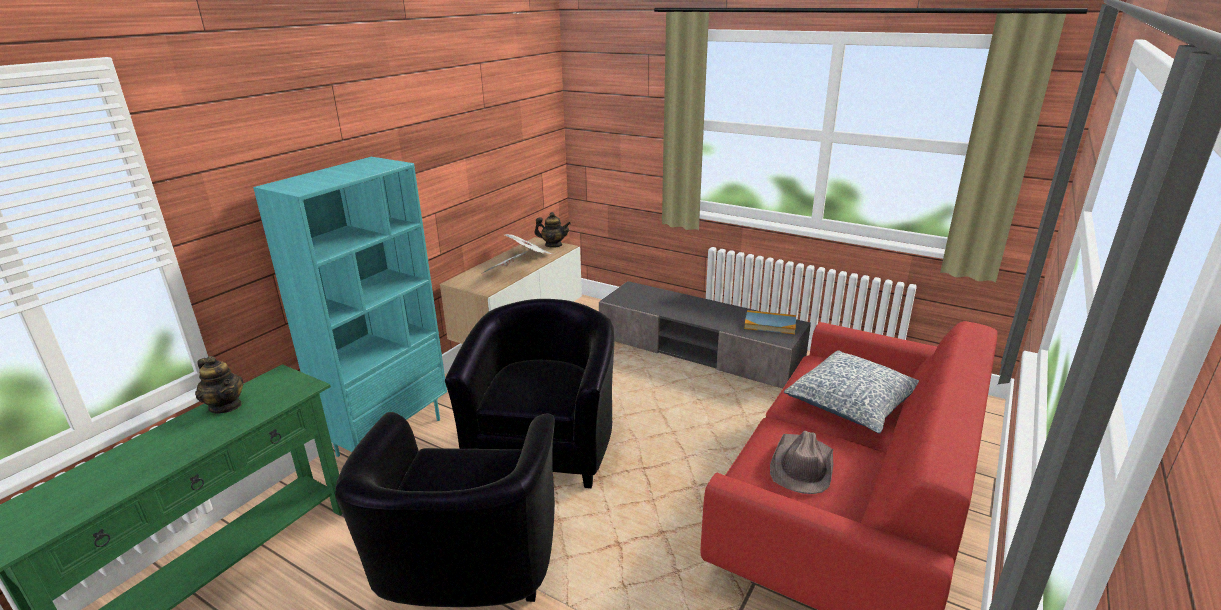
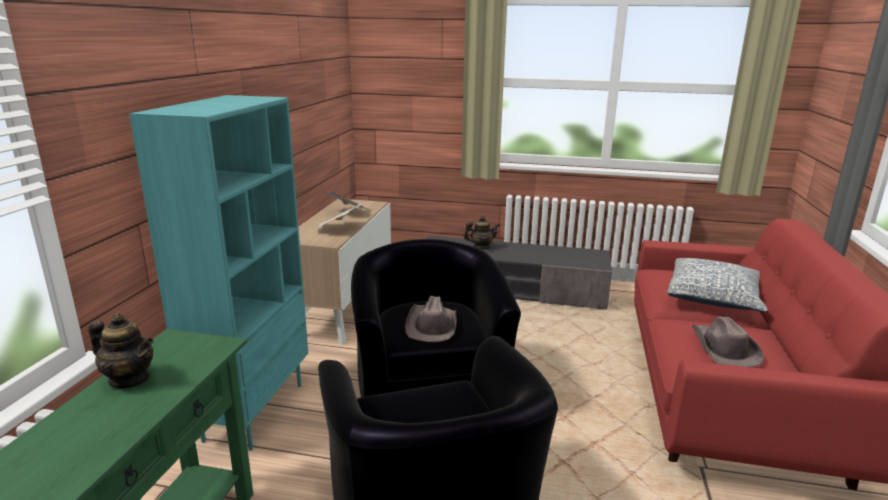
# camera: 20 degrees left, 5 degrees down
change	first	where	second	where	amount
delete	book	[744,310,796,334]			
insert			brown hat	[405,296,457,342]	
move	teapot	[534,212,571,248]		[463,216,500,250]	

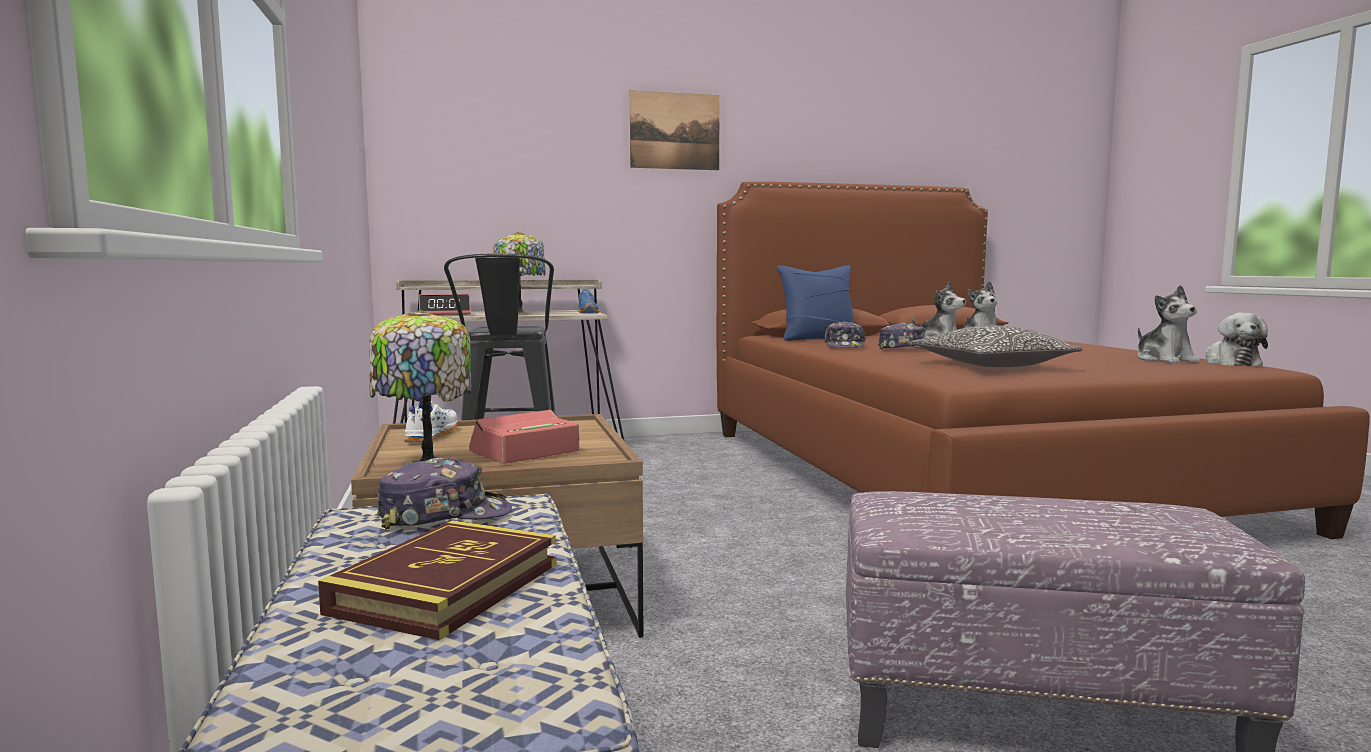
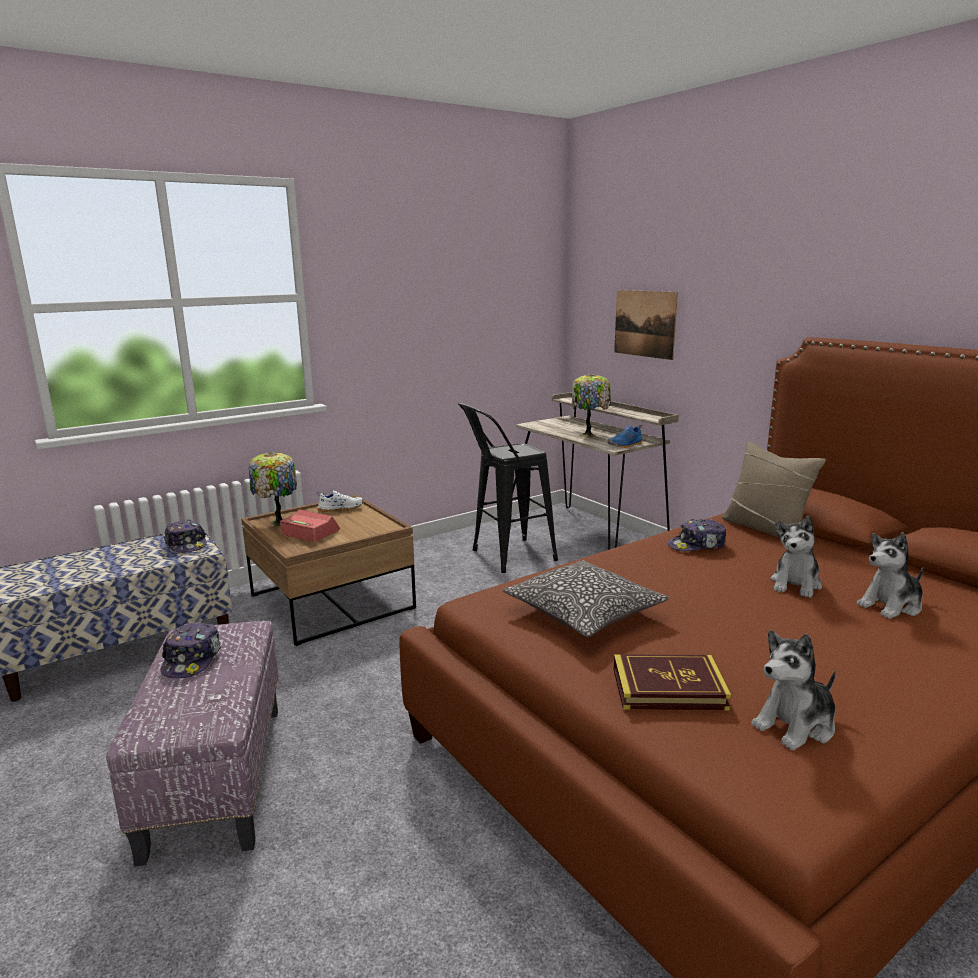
# camera: 70 degrees right, 10 degrees up
change	first	where	second	where	amount
delete	alarm clock	[419,294,471,315]			
delete	plush toy	[1206,313,1268,366]			
move	book	[318,520,556,640]		[613,654,731,711]	
move	picture	[630,90,720,170]		[614,290,678,360]	
move	cap	[878,322,926,350]		[161,623,221,678]	
recolor	blue pillow	[777,265,854,341]	beige pillow	[722,441,826,538]	

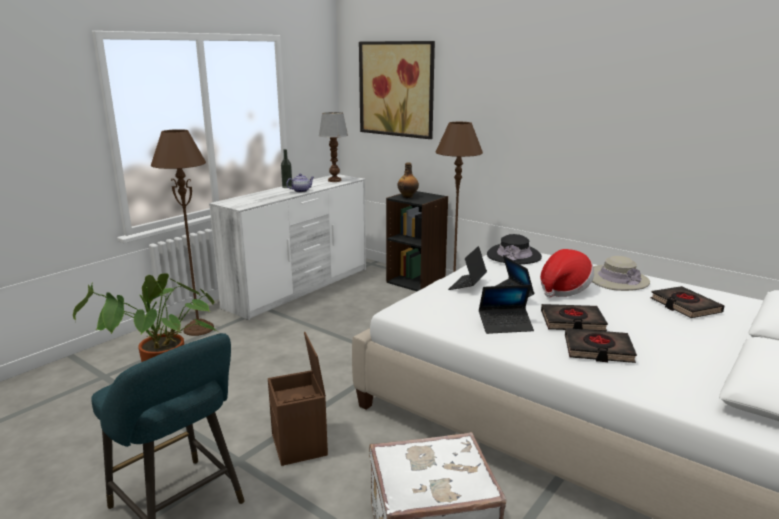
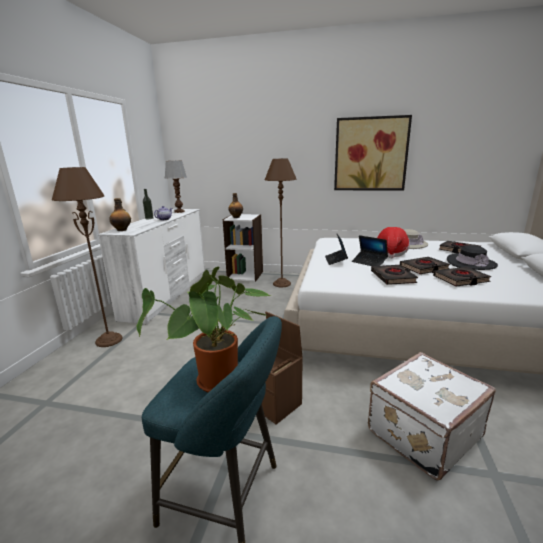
# camera: 25 degrees left, 0 degrees up
change	first	where	second	where	amount
insert			bottle	[109,198,131,231]	
move	picture	[359,41,435,139]		[334,115,412,190]	
move	black hat	[487,234,542,264]		[447,245,498,270]	
replace	laptop	[479,285,534,334]	black book	[371,265,418,285]	
recolor	black bookcase	[386,191,448,291]	white bookcase	[223,214,263,282]	

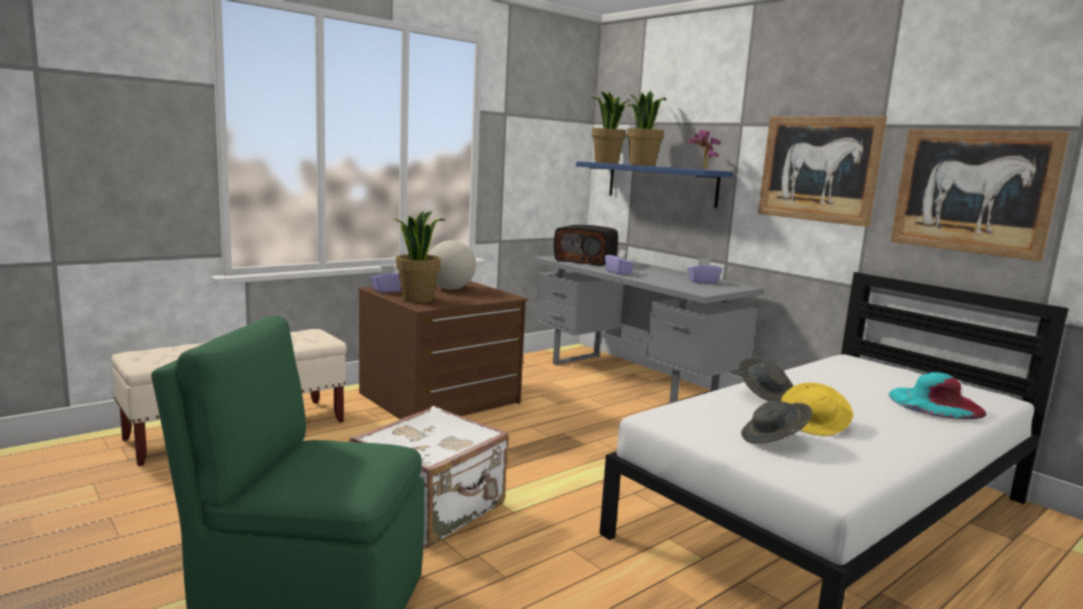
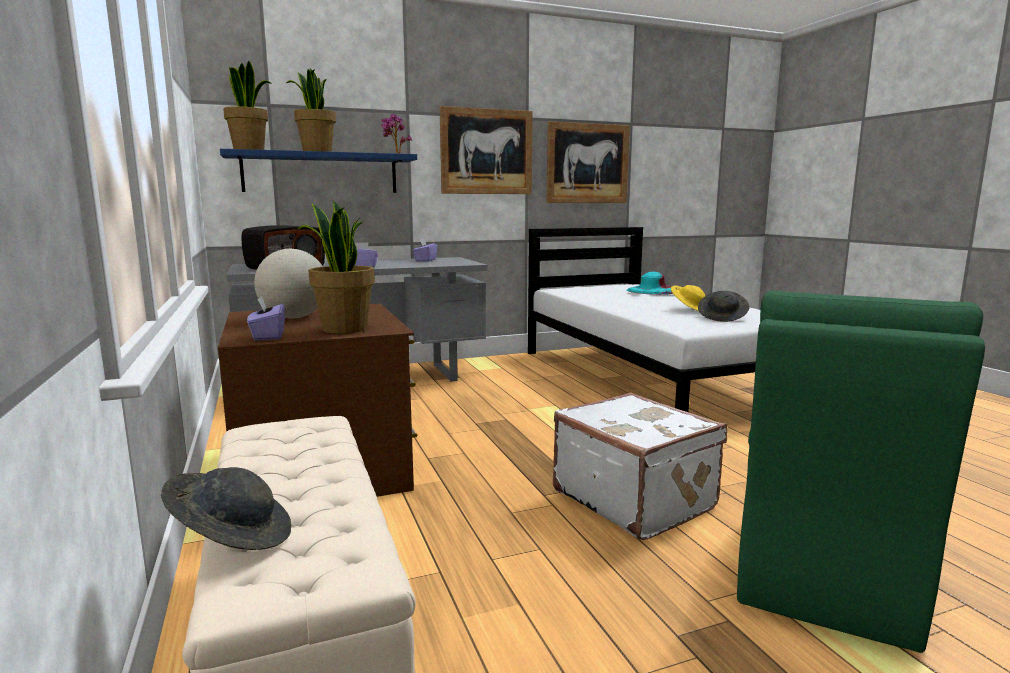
# camera: 70 degrees left, 0 degrees up
change	first	where	second	where	amount
move	grey hat	[739,358,793,402]		[161,467,291,550]	

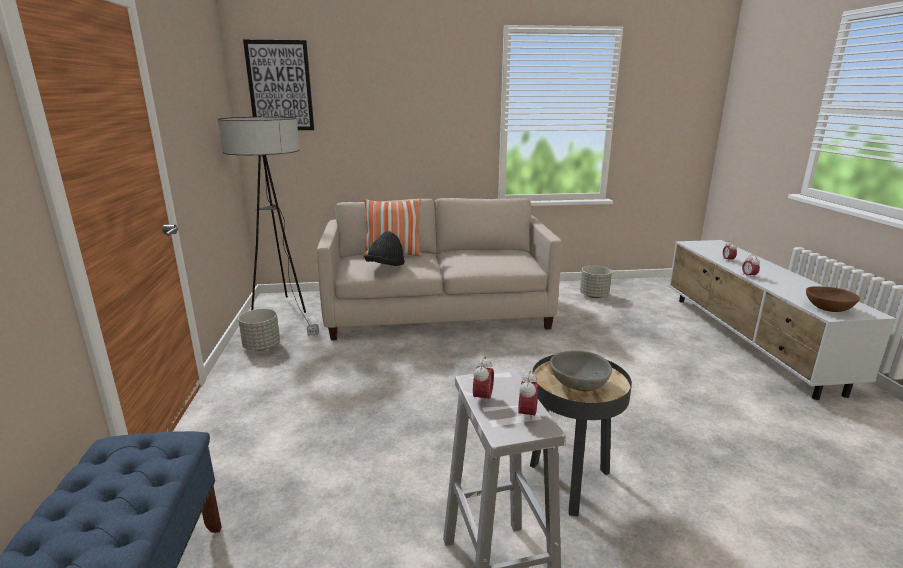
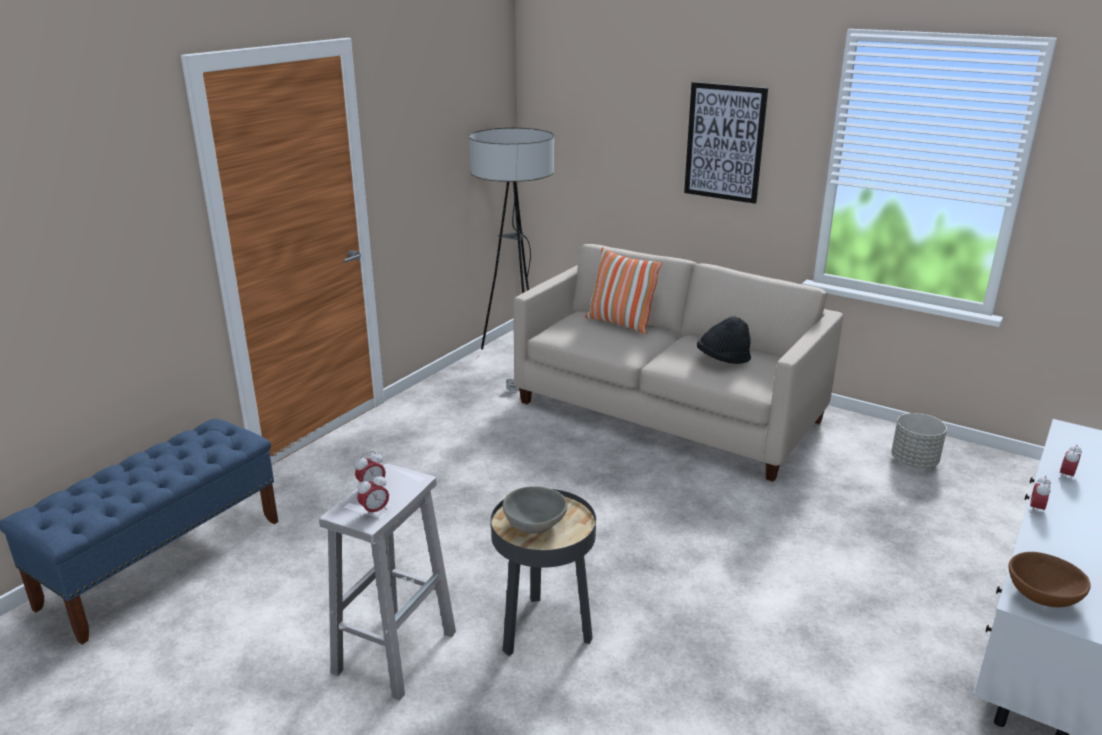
# camera: 40 degrees right, 5 degrees up
change	first	where	second	where	amount
delete	grey planter	[238,309,280,351]			
move	picture	[243,40,314,130]		[684,82,768,204]	
move	black hat	[365,231,405,266]		[697,316,751,364]	

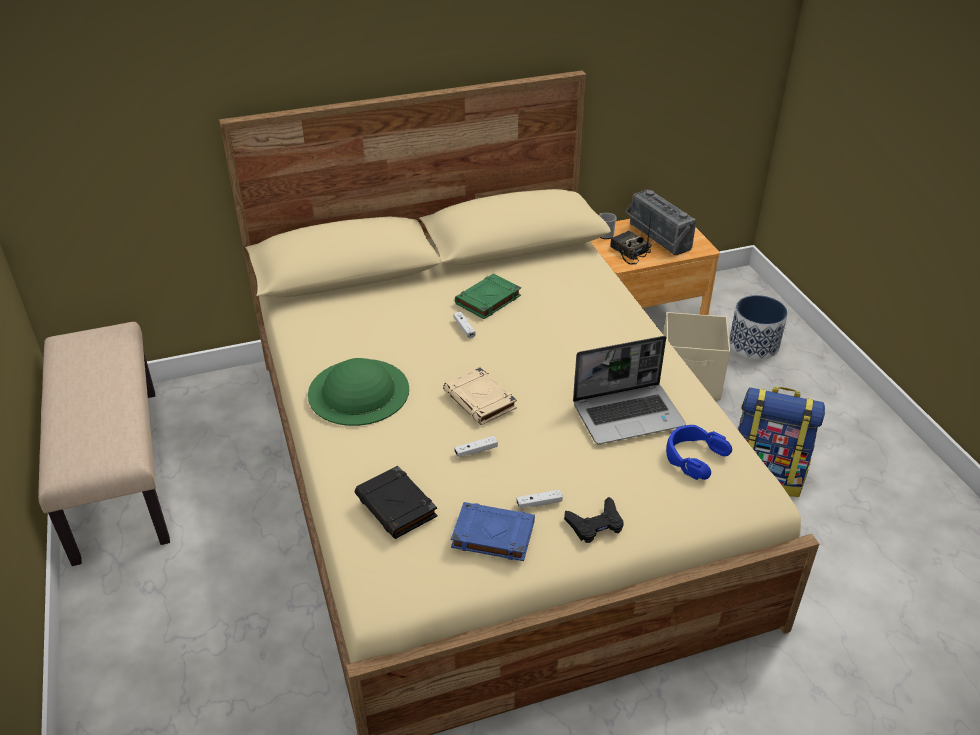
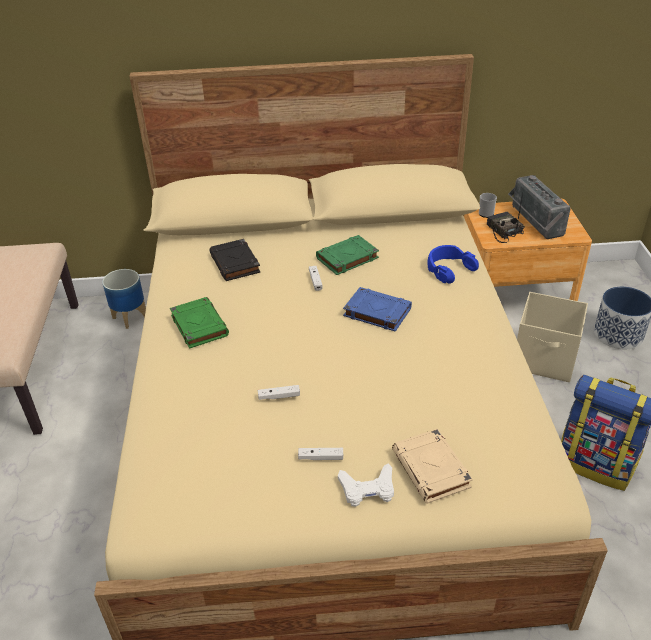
# camera: 15 degrees right, 0 degrees up
change	first	where	second	where	amount
delete	laptop	[573,336,686,444]			
insert			planter	[102,269,146,329]	
move	black book	[355,466,437,539]		[209,239,261,281]	
move	beige book	[443,367,517,425]		[392,429,473,504]	
move	blue book	[451,502,535,561]		[343,287,412,332]	
move	blue headphones	[666,425,732,480]		[427,245,479,284]	
replace	green hat	[308,358,409,426]	green book	[170,297,229,349]	
recolor	black game controller	[564,497,624,543]	white game controller	[338,463,394,507]	

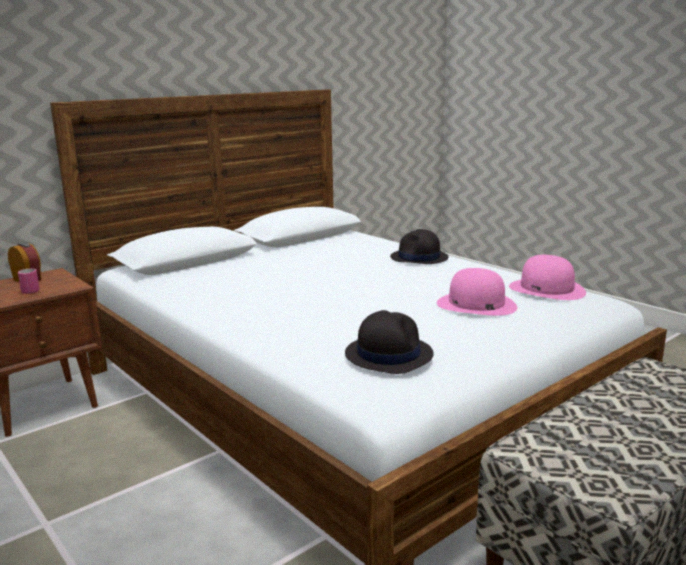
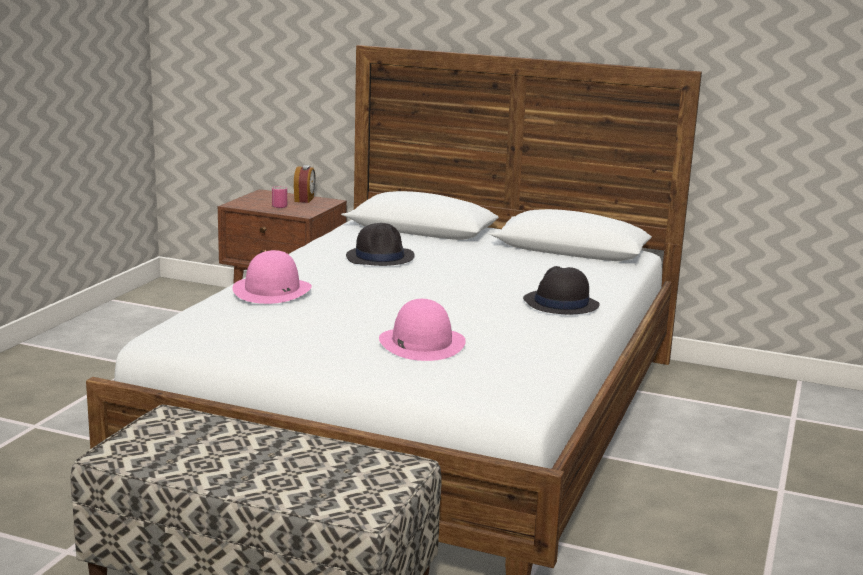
# camera: 60 degrees right, 0 degrees up
change	first	where	second	where	amount
move	black hat	[345,310,434,374]		[346,223,414,266]	
move	pink hat	[509,255,586,300]		[233,250,312,304]	

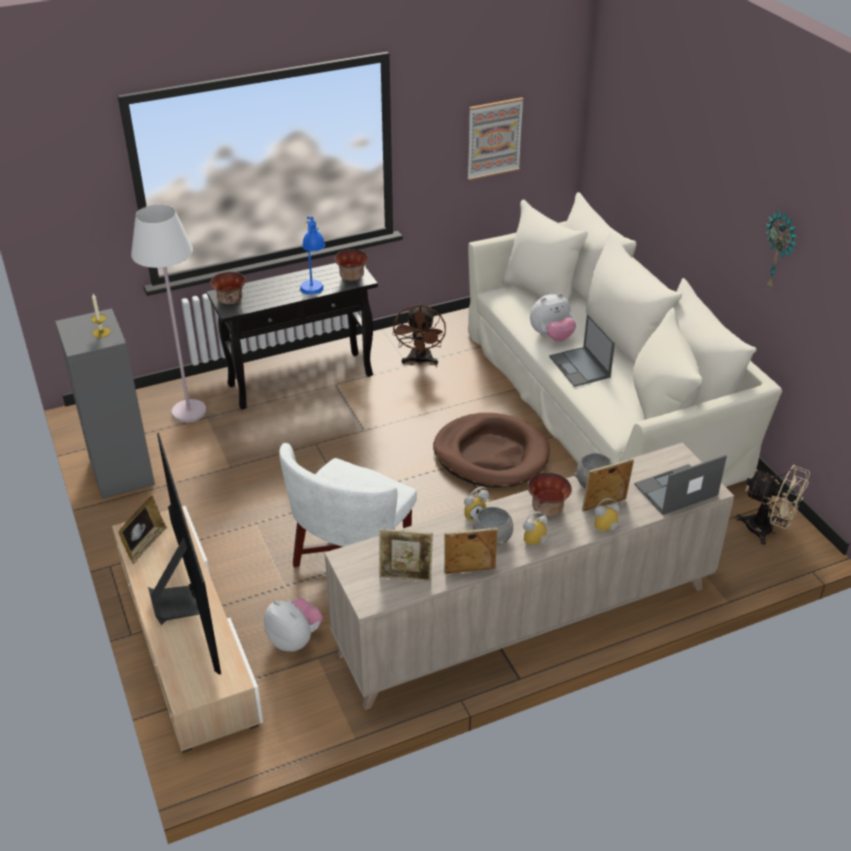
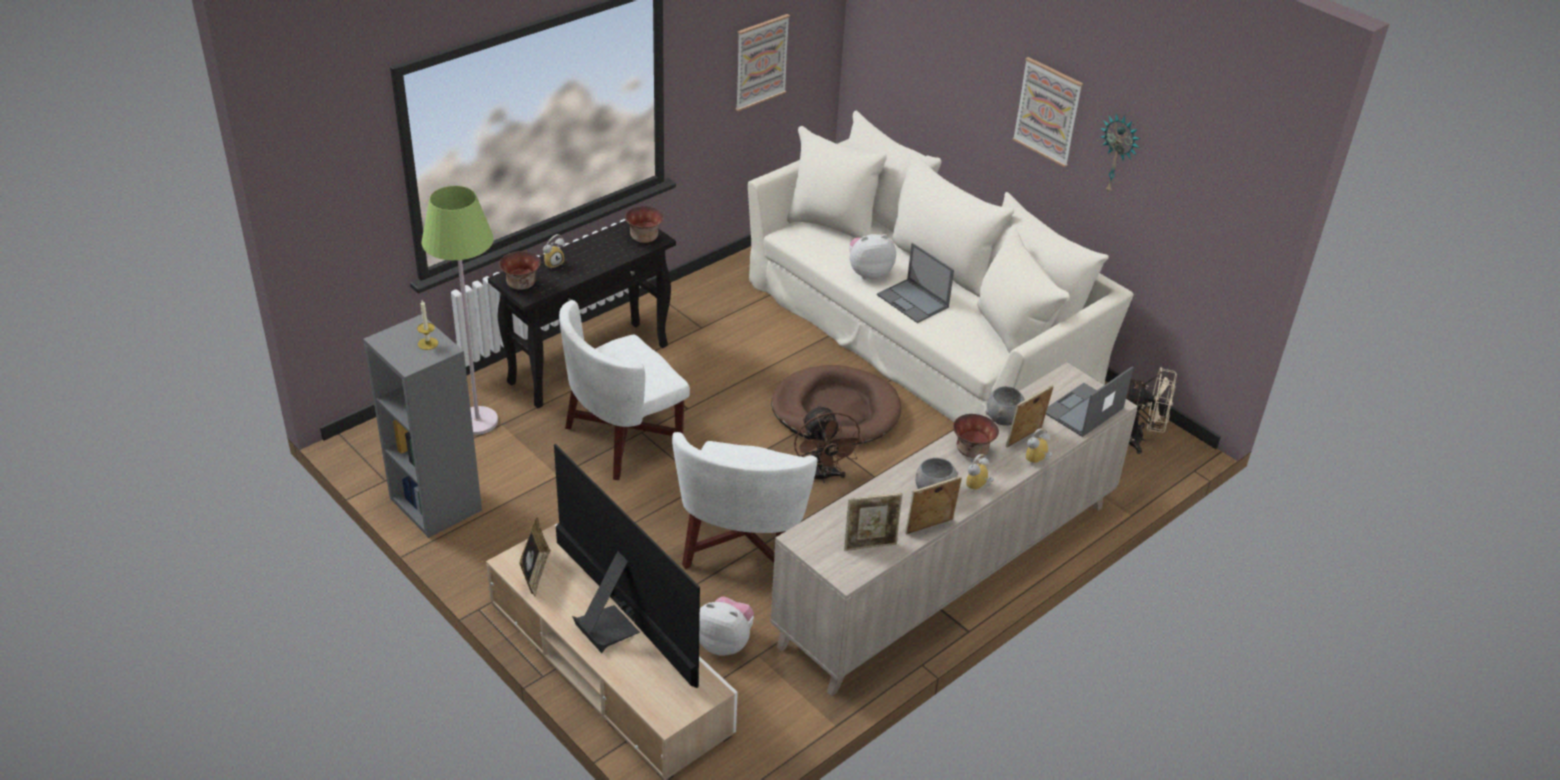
# camera: 20 degrees left, 0 degrees up
change	first	where	second	where	amount
delete	blue table lamp	[300,216,325,295]			
insert			white armchair	[559,300,690,480]	
insert			picture	[1012,57,1083,167]	
move	brown fan	[392,302,446,365]		[794,404,864,483]	
move	alarm clock	[464,487,489,522]		[543,234,565,270]	
recolor	white floor lamp	[131,204,206,423]	green floor lamp	[421,186,498,435]	
rotate	plush toy	[530,293,576,342]		[849,234,896,280]	150 degrees counterclockwise

